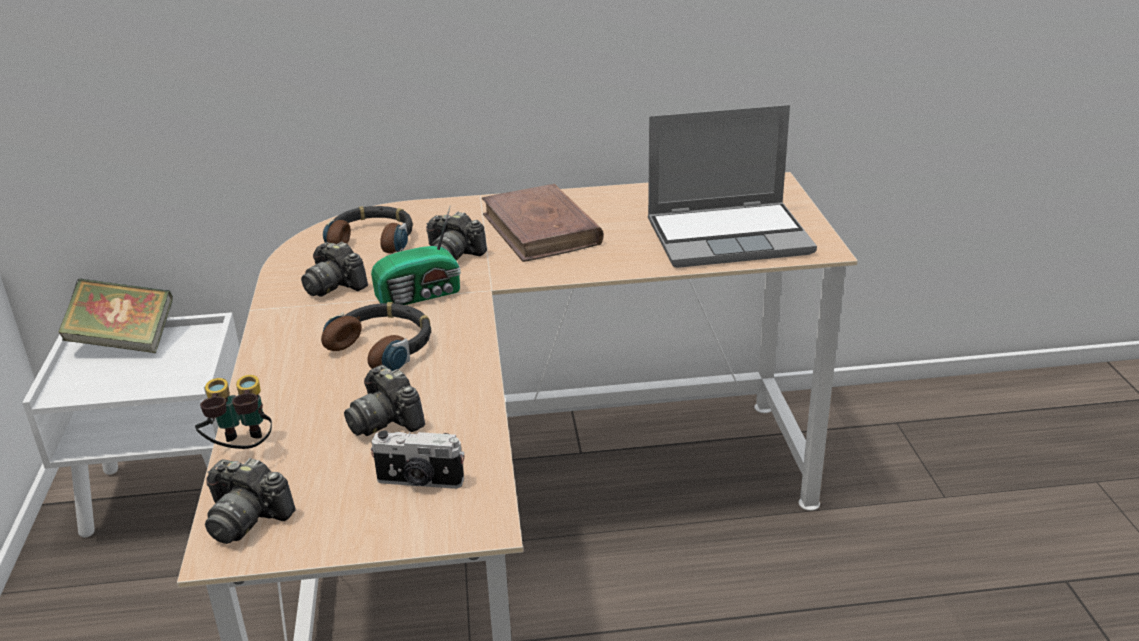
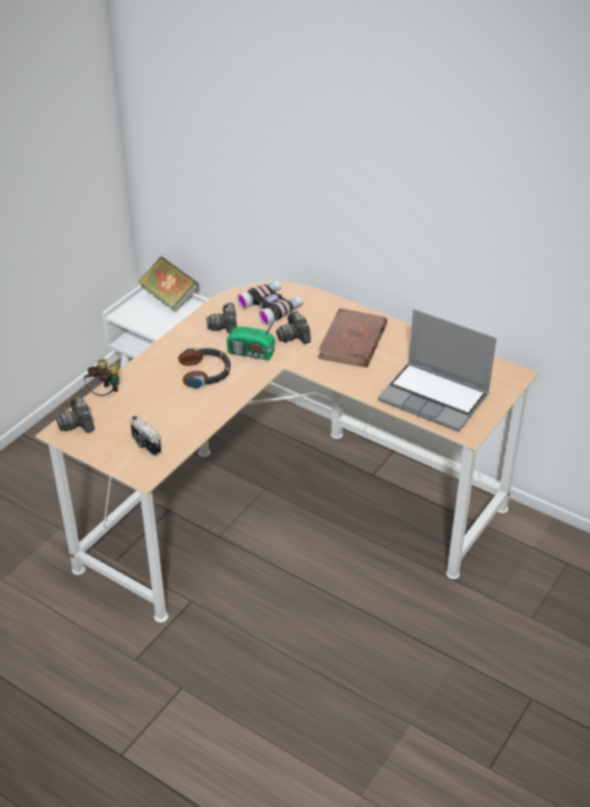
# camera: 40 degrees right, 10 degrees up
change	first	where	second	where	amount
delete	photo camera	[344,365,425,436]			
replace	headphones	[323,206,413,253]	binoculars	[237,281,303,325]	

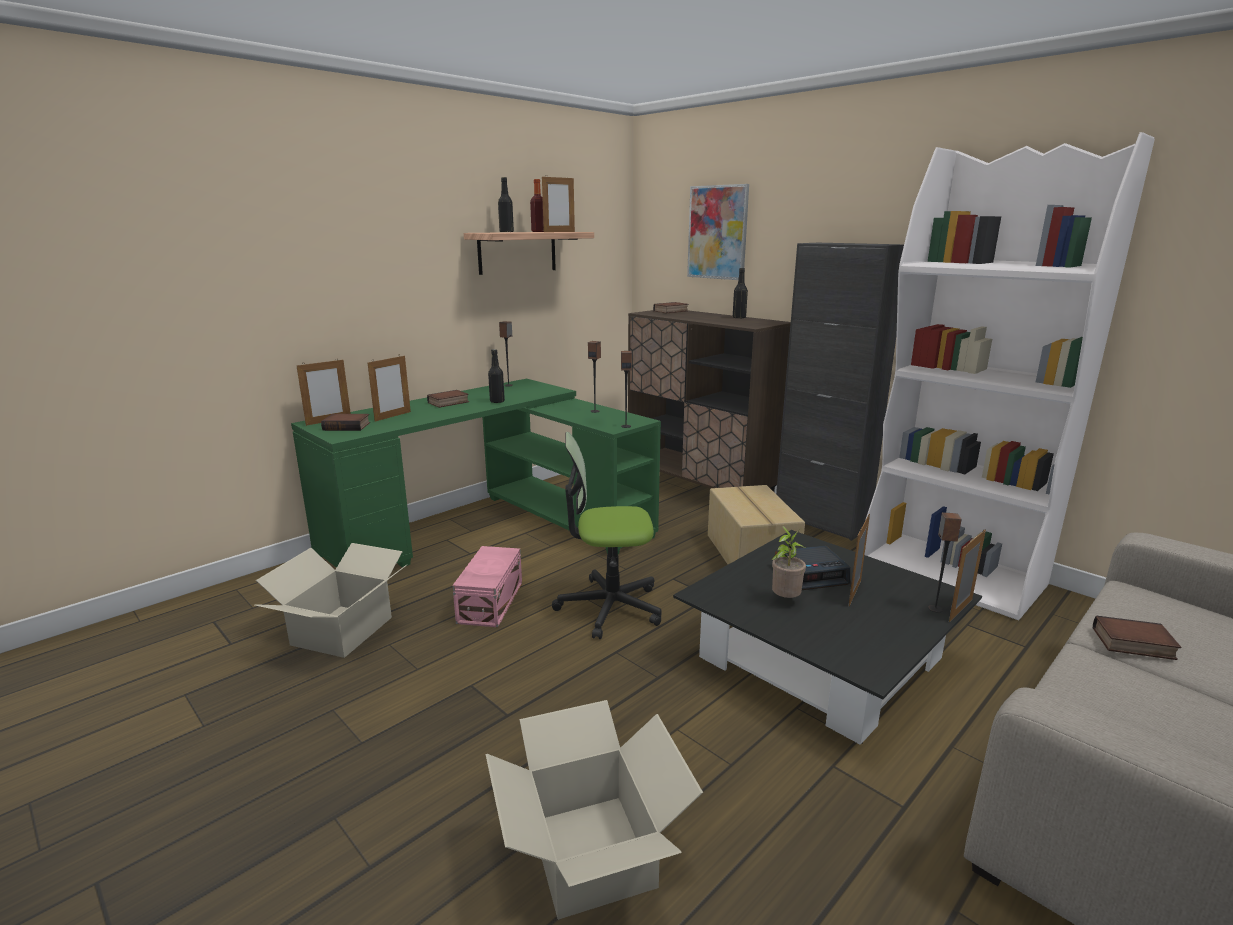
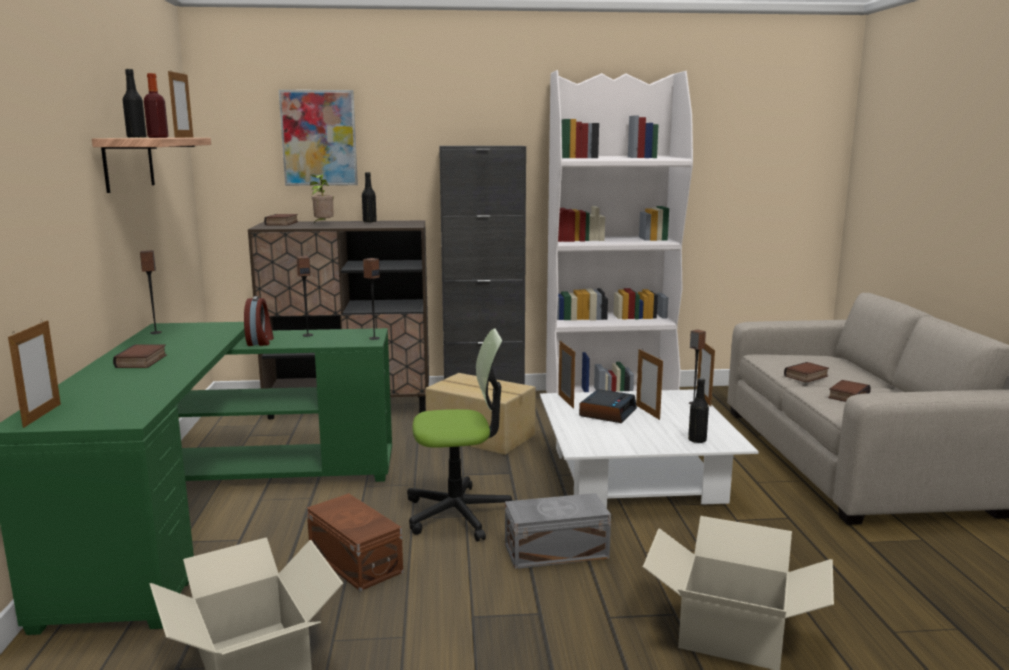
# camera: 50 degrees left, 5 degrees down
change	first	where	second	where	amount
insert			alarm clock	[244,296,274,346]	
insert			grey storage box	[505,493,611,569]	
move	book	[321,414,370,431]		[828,380,871,402]	
move	picture frame	[368,356,411,422]		[558,341,575,408]	
move	black bottle	[488,349,505,403]		[688,378,709,443]	
move	potted plant	[771,526,806,598]		[310,174,334,223]	
recolor	pink storage box	[452,546,522,627]	brown storage box	[307,493,403,591]	
recolor	black coffee table	[673,530,982,745]	white coffee table	[540,389,759,508]	
rotate	office chair	[552,432,662,639]		[407,329,515,541]	135 degrees counterclockwise

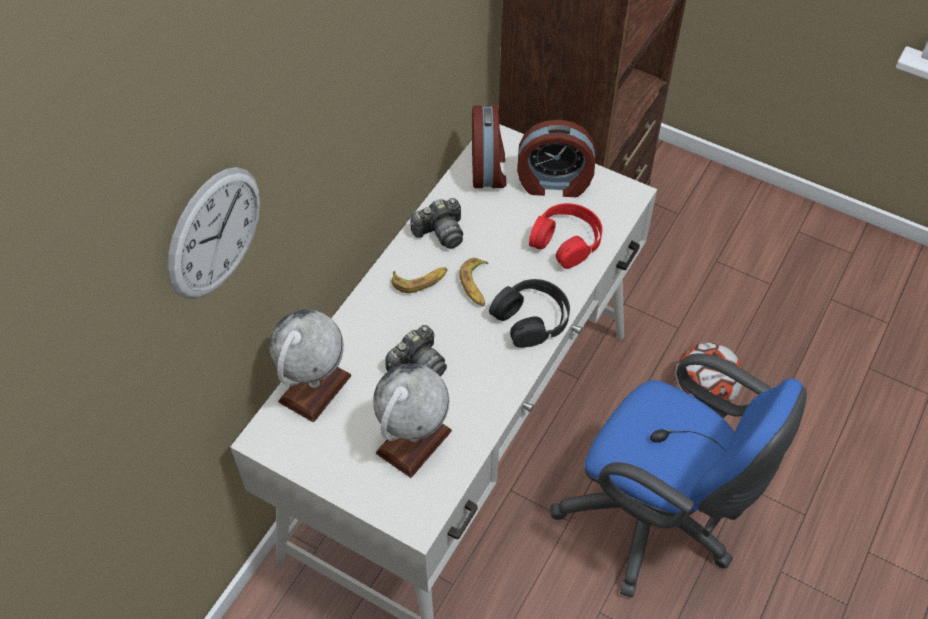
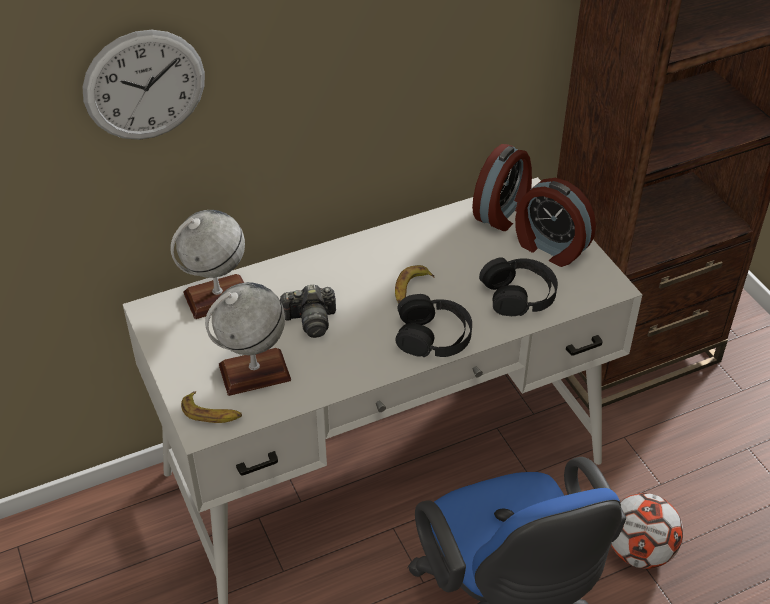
# camera: 35 degrees right, 10 degrees down
change	first	where	second	where	amount
delete	photo camera	[410,198,463,249]			
move	banana	[391,267,447,293]		[181,391,242,423]	
recolor	red headphones	[529,203,603,269]	black headphones	[479,257,558,316]	

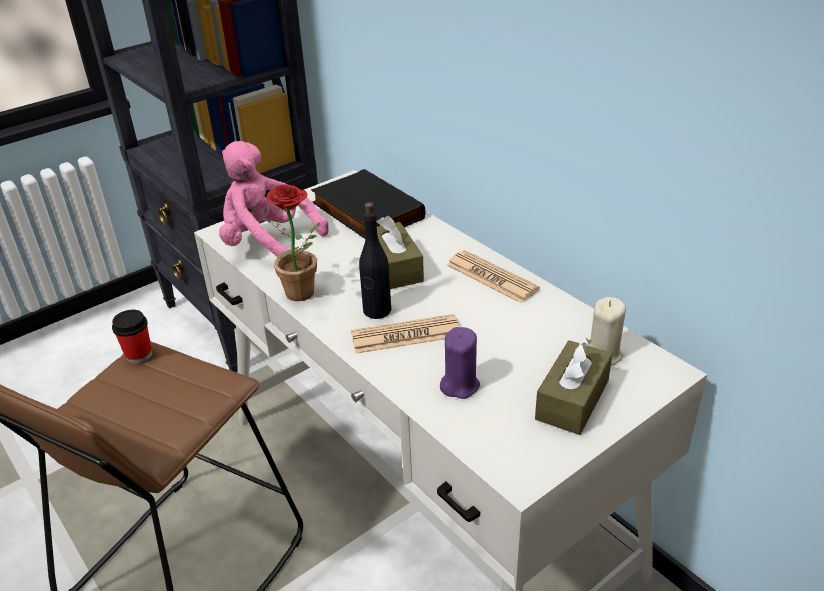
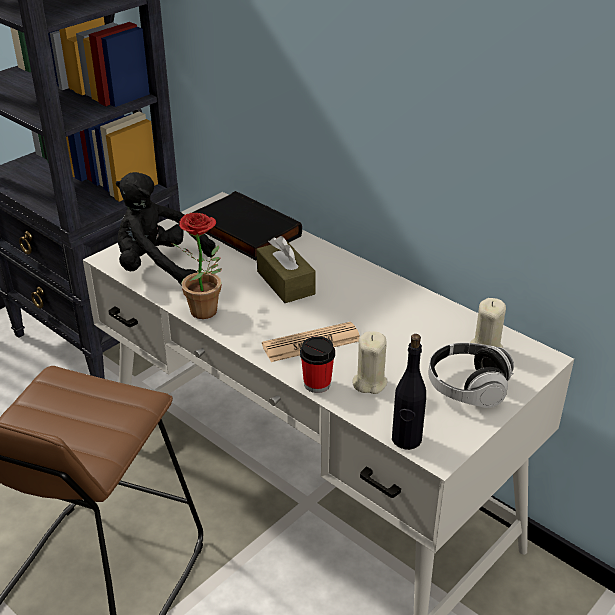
# camera: 10 degrees left, 0 degrees up
change	first	where	second	where	amount
delete	newspaper	[447,250,540,303]			
move	cup	[112,310,152,364]		[300,336,335,393]	
move	black bottle	[359,202,391,319]		[392,334,426,450]	
replace	brown tissue box	[535,338,612,435]	headphones	[428,343,514,408]	
recolor	pink plush toy	[219,141,329,258]	black plush toy	[116,172,216,286]	
recolor	purple candle	[440,327,480,399]	beige candle	[353,331,388,394]	

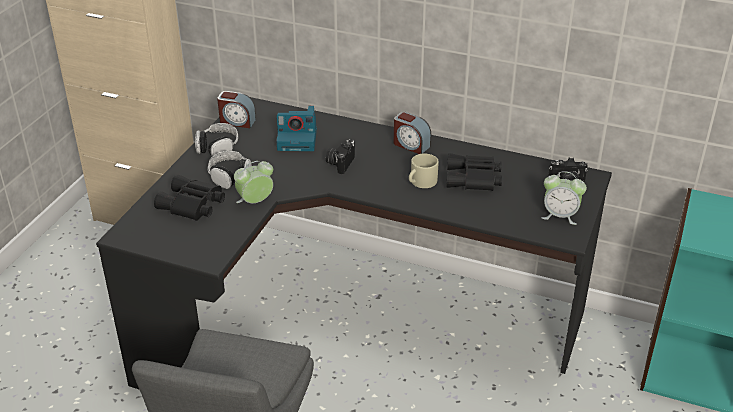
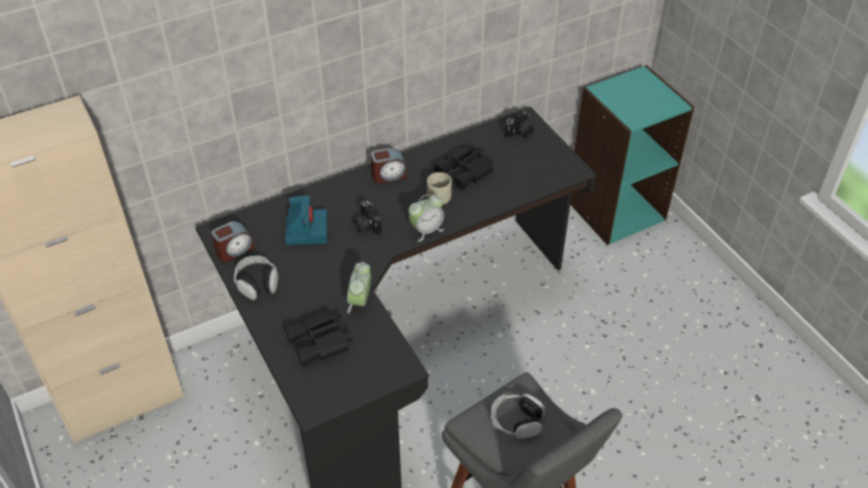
# camera: 50 degrees left, 10 degrees up
change	first	where	second	where	amount
move	headphones	[207,151,252,189]		[491,394,546,439]	
move	alarm clock	[542,171,587,225]		[409,194,445,242]	
rotate	photo camera	[276,106,317,151]		[285,195,327,245]	45 degrees counterclockwise

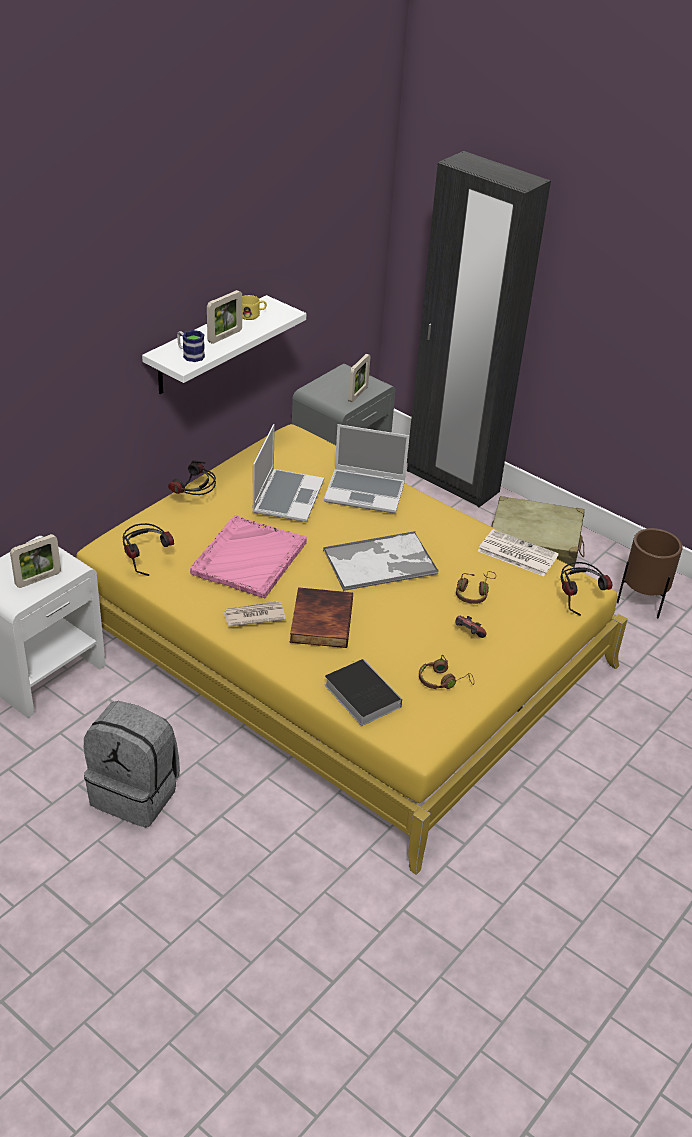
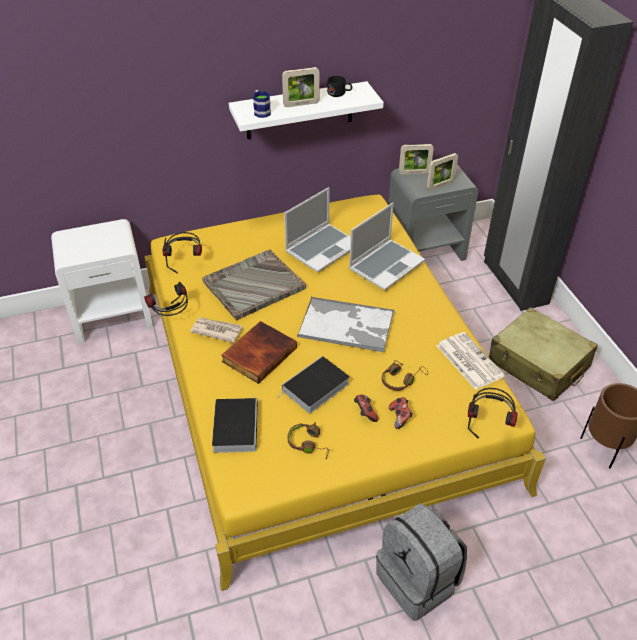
# camera: 35 degrees right, 5 degrees up
change	first	where	second	where	amount
insert			book	[276,356,350,414]	
insert			game controller	[389,397,413,429]	
move	picture frame	[10,534,61,588]		[399,144,434,175]	
move	grey backpack	[84,701,180,827]		[376,503,467,621]	
move	headphones	[168,460,216,495]		[144,282,188,316]	
recolor	pink tray	[190,515,307,599]	grey tray	[202,250,306,320]	
recolor	yellow mug	[242,295,267,320]	black mug	[327,76,352,97]	
rotate	laptop	[324,424,409,513]		[349,203,425,290]	90 degrees counterclockwise

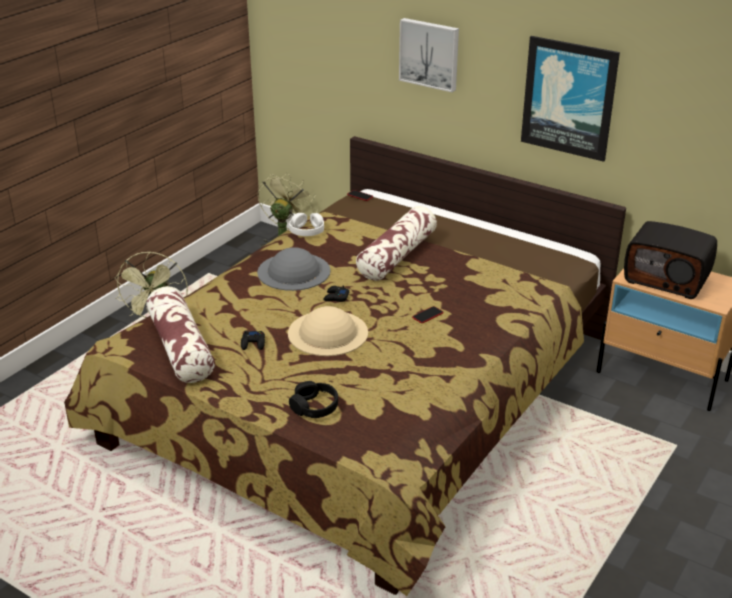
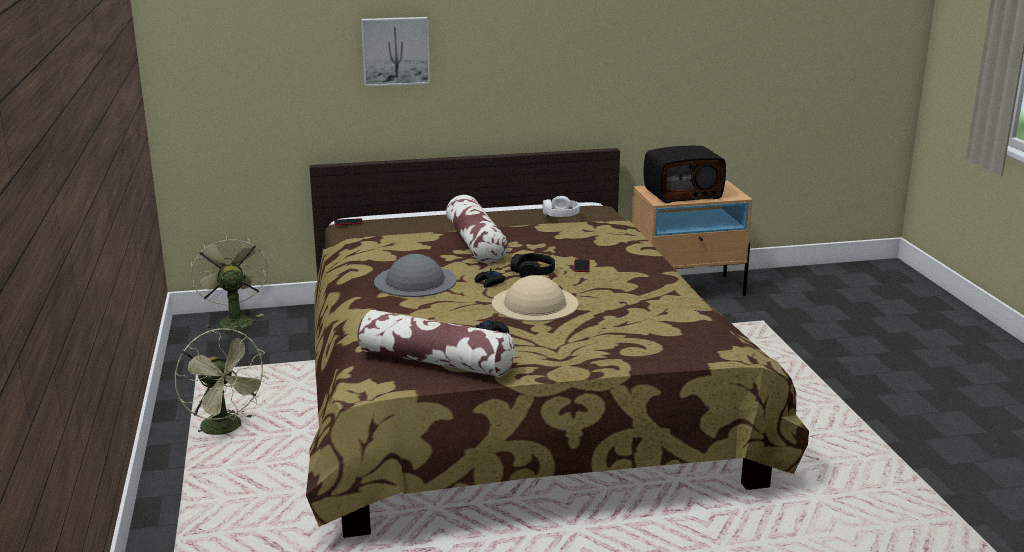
# camera: 45 degrees left, 10 degrees down
change	first	where	second	where	amount
delete	picture	[521,36,620,162]			
move	white headphones	[289,213,324,236]		[543,196,580,217]	
move	black headphones	[289,381,338,418]		[510,253,555,277]	

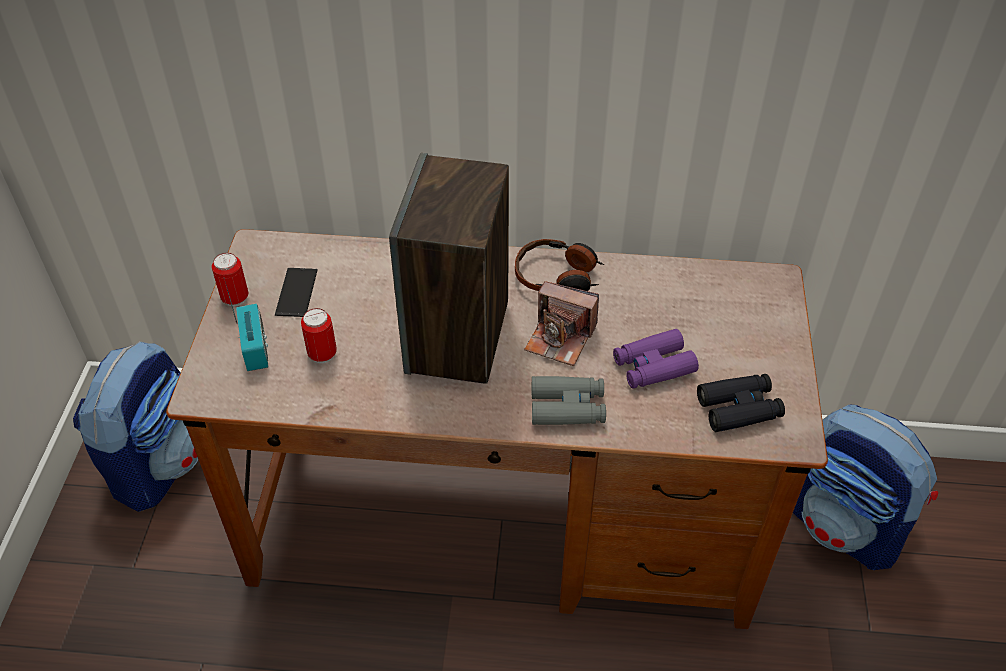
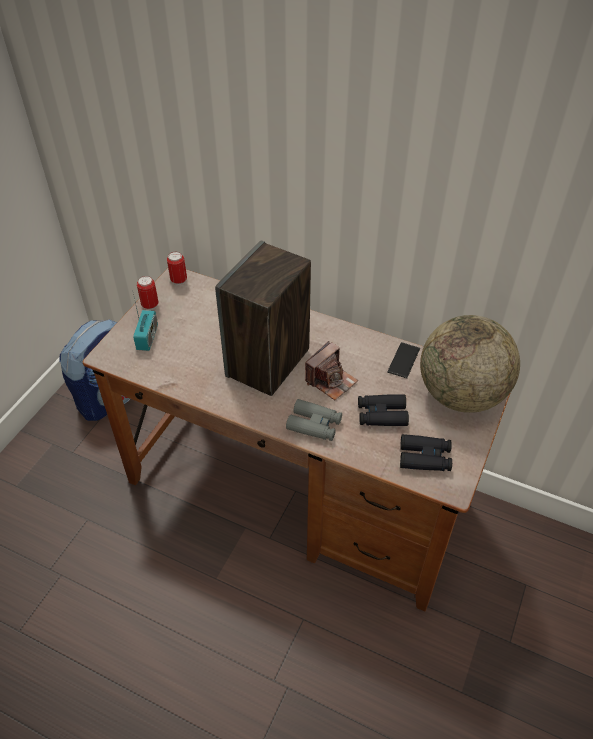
# camera: 20 degrees right, 0 degrees up
change	first	where	second	where	amount
delete	headphones	[515,239,604,291]			
delete	backpack	[793,405,938,570]			
insert			globe	[420,315,520,413]	
move	phone	[275,268,317,317]		[387,342,420,378]	
move	can	[301,308,337,363]		[167,252,187,285]	
recolor	purple binoculars	[613,329,699,389]	black binoculars	[358,394,409,426]	
rotate	photo camera	[524,281,599,366]		[305,341,358,400]	90 degrees counterclockwise

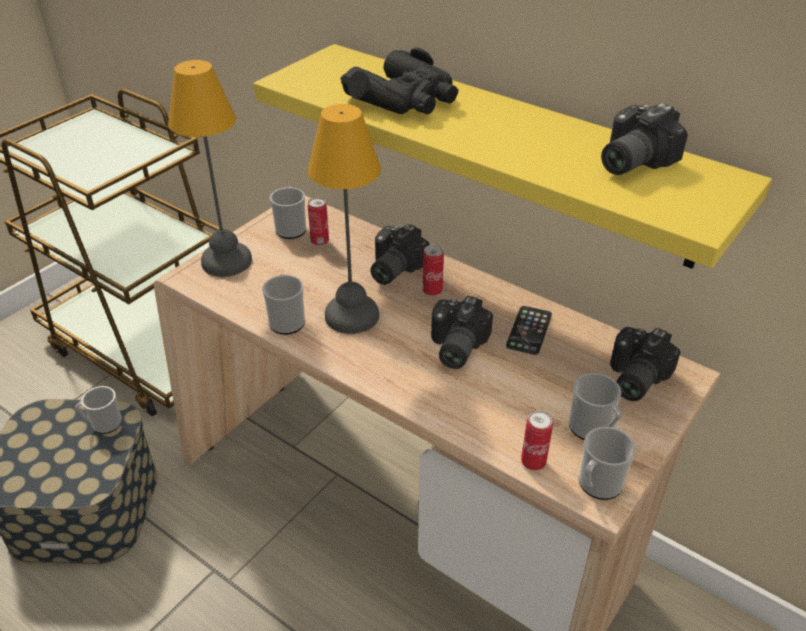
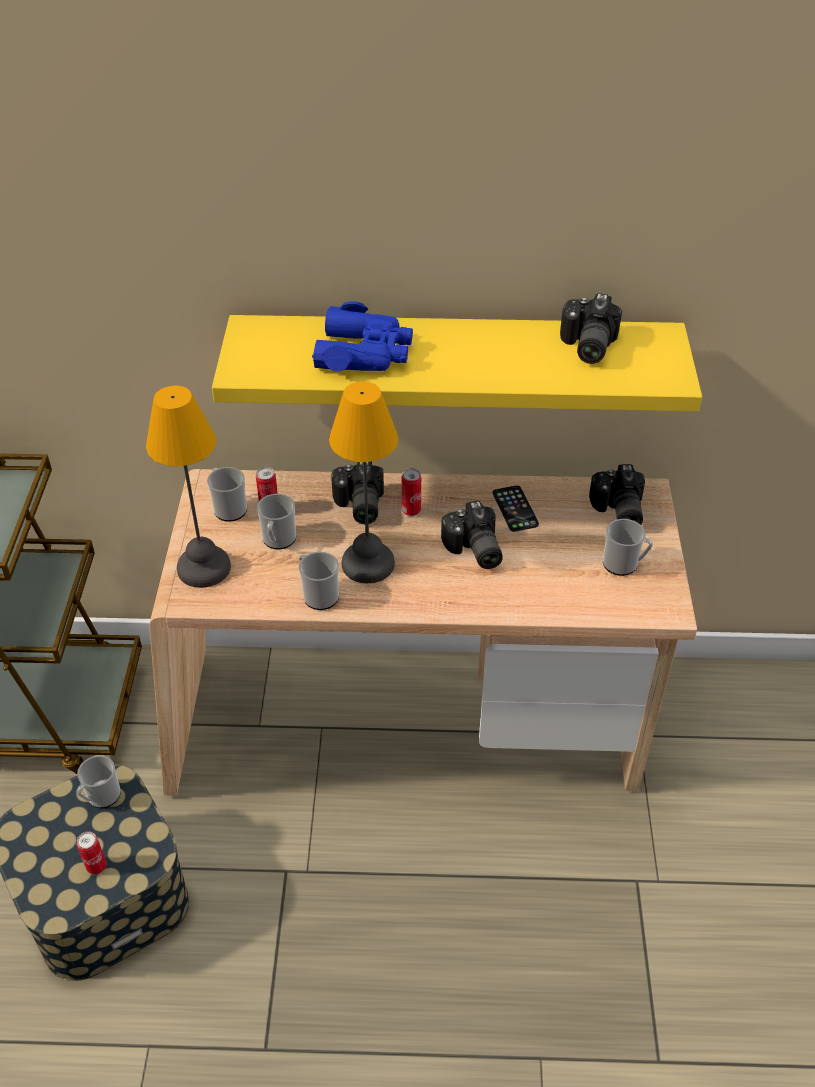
# camera: 35 degrees left, 5 degrees up
change	first	where	second	where	amount
move	can	[521,410,553,471]		[77,831,106,874]	
move	mug	[579,427,636,500]		[257,494,296,549]	
recolor	black binoculars	[340,48,458,114]	blue binoculars	[312,301,413,371]	

